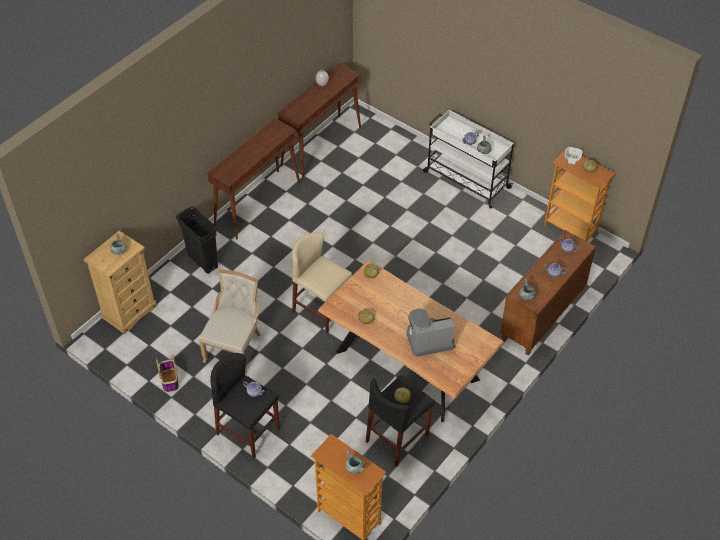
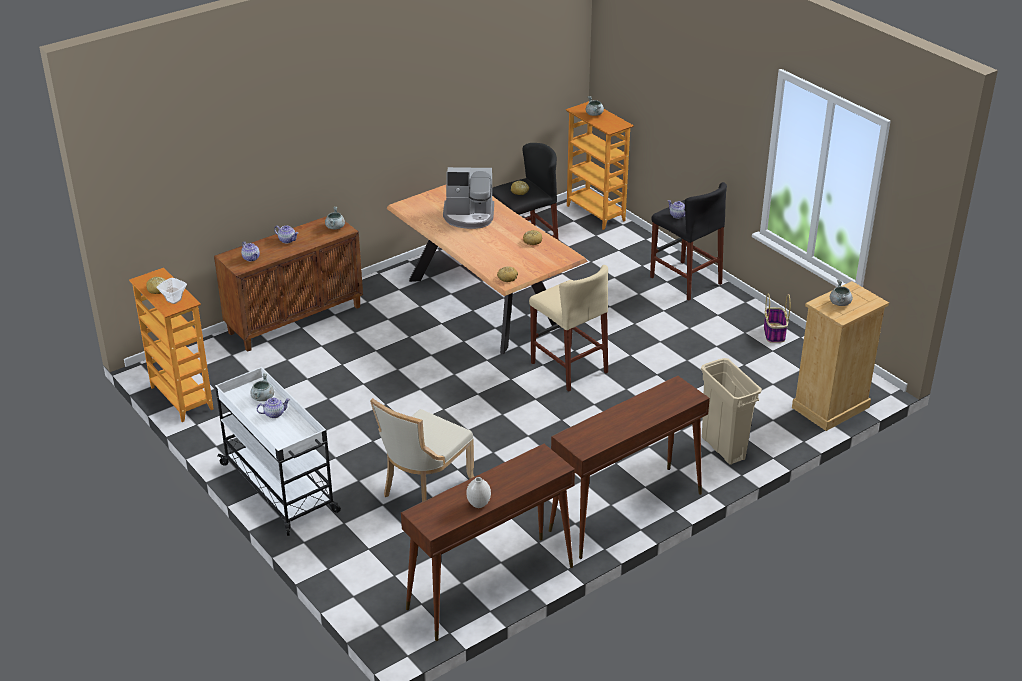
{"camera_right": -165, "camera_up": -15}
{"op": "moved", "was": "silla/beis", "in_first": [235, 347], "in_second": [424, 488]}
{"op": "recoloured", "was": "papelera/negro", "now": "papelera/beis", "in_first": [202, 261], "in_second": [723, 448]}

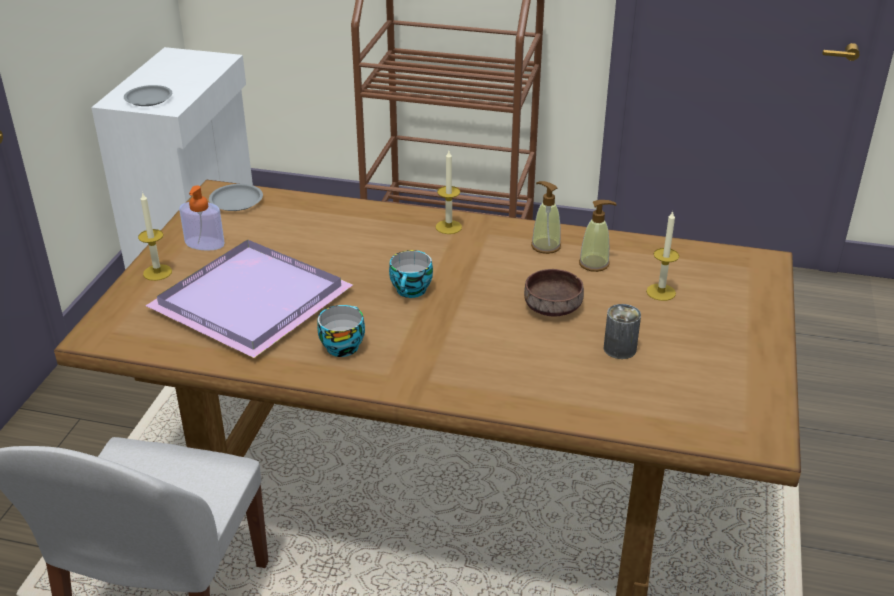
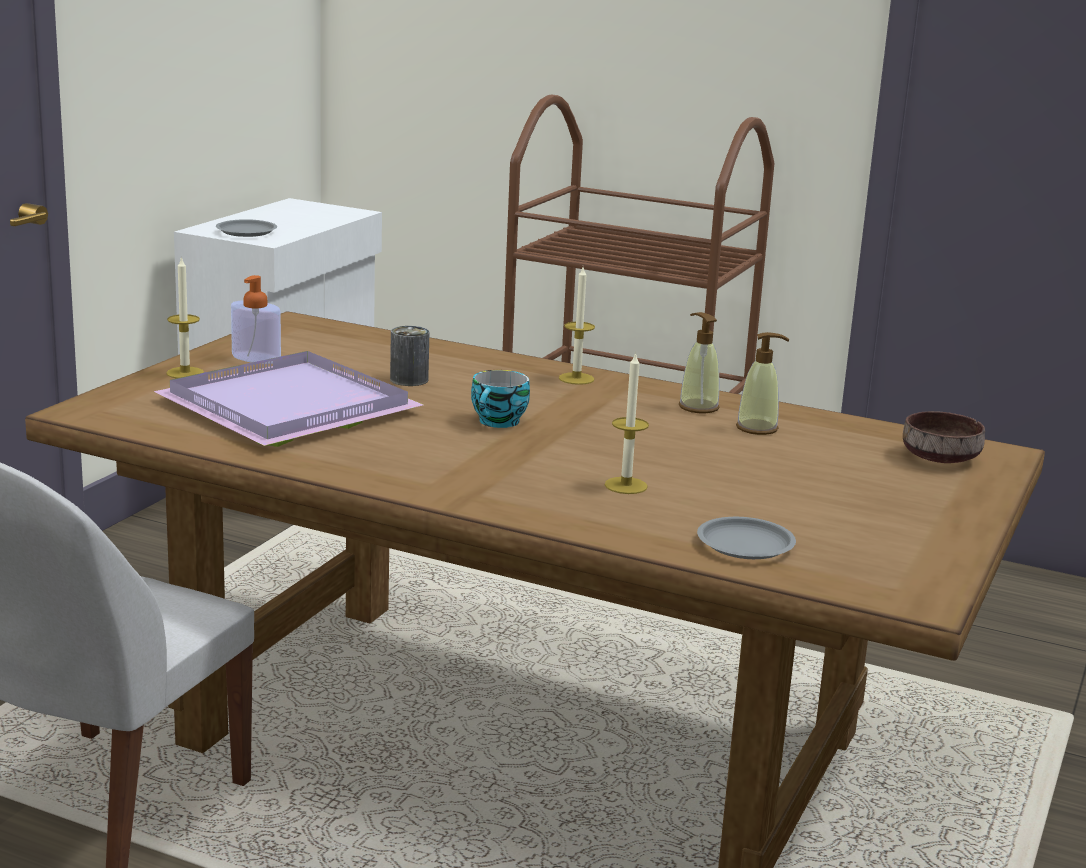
{"camera_right": 10, "camera_up": -15}
{"op": "moved", "was": "lata", "in_first": [619, 349], "in_second": [409, 380]}
{"op": "moved", "was": "vela", "in_first": [661, 292], "in_second": [626, 485]}
{"op": "moved", "was": "plato/gris", "in_first": [236, 201], "in_second": [744, 545]}
{"op": "moved", "was": "cuenco/marrón", "in_first": [551, 307], "in_second": [938, 457]}
{"op": "removed", "was": "taza", "in_first": [342, 345]}

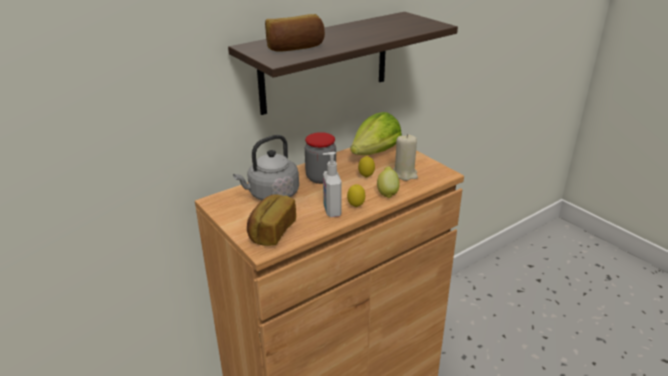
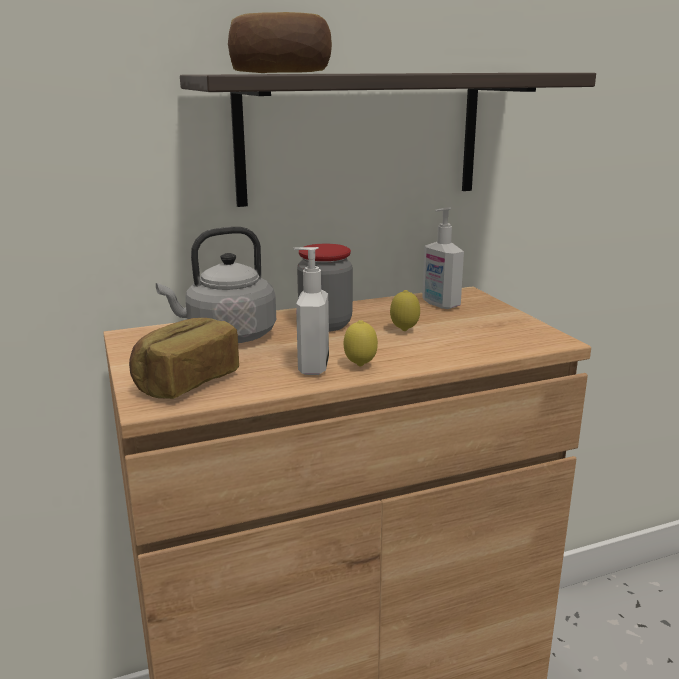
{"camera_right": 15, "camera_up": -10}
{"op": "replaced", "was": "lechuga", "now": "dispensador de jabón", "in_first": [375, 153], "in_second": [440, 304]}
{"op": "removed", "was": "limón", "in_first": [387, 193]}
{"op": "removed", "was": "vela/beis", "in_first": [405, 174]}

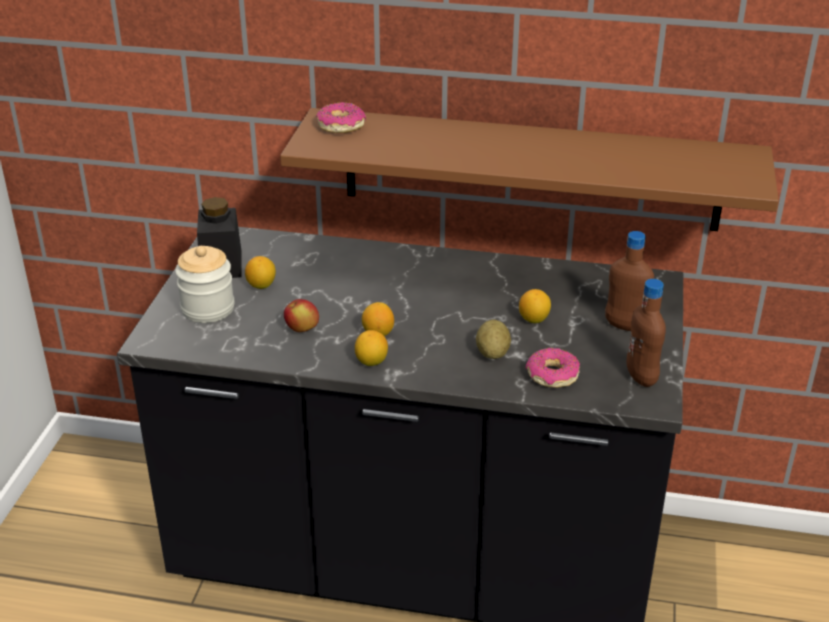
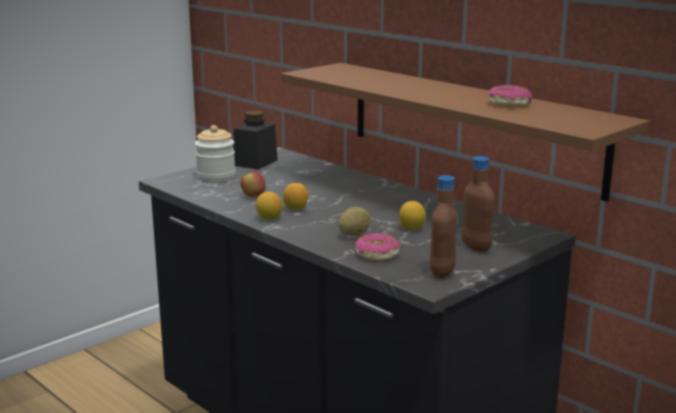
{"camera_right": 35, "camera_up": -15}
{"op": "moved", "was": "rosquilla", "in_first": [341, 126], "in_second": [508, 104]}
{"op": "removed", "was": "limón", "in_first": [261, 285]}

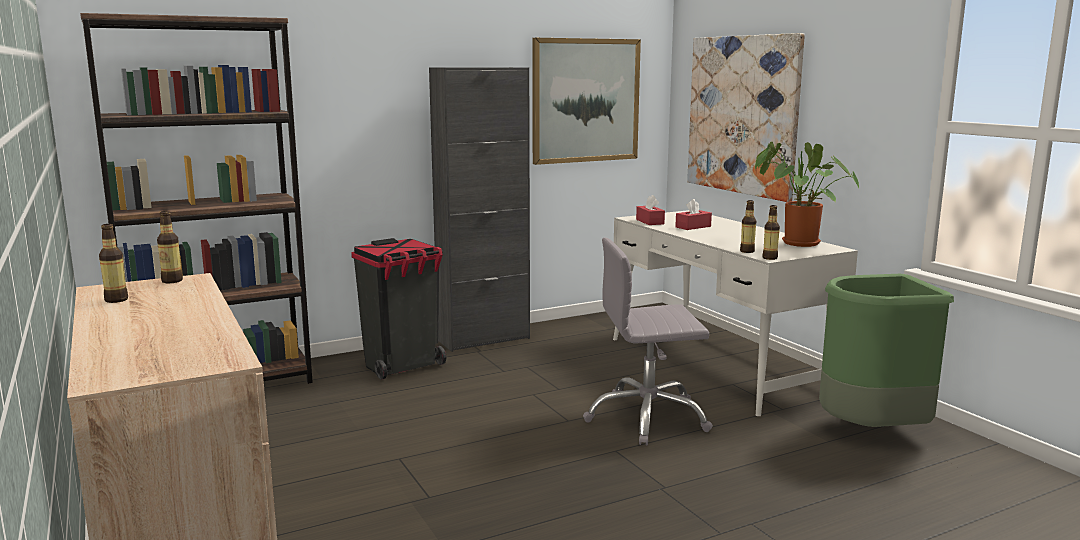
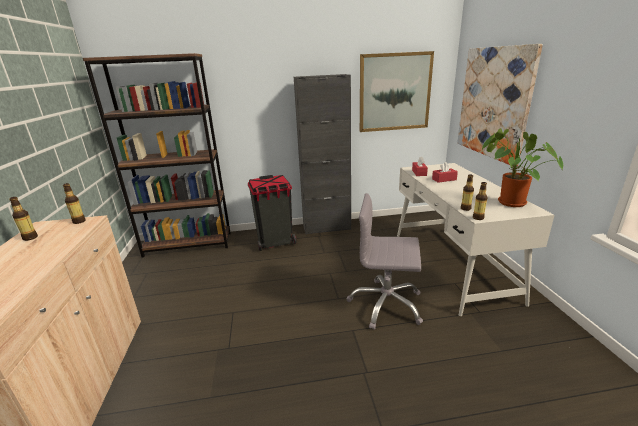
{"camera_right": 20, "camera_up": 10}
{"op": "removed", "was": "papelera/verde", "in_first": [872, 431]}

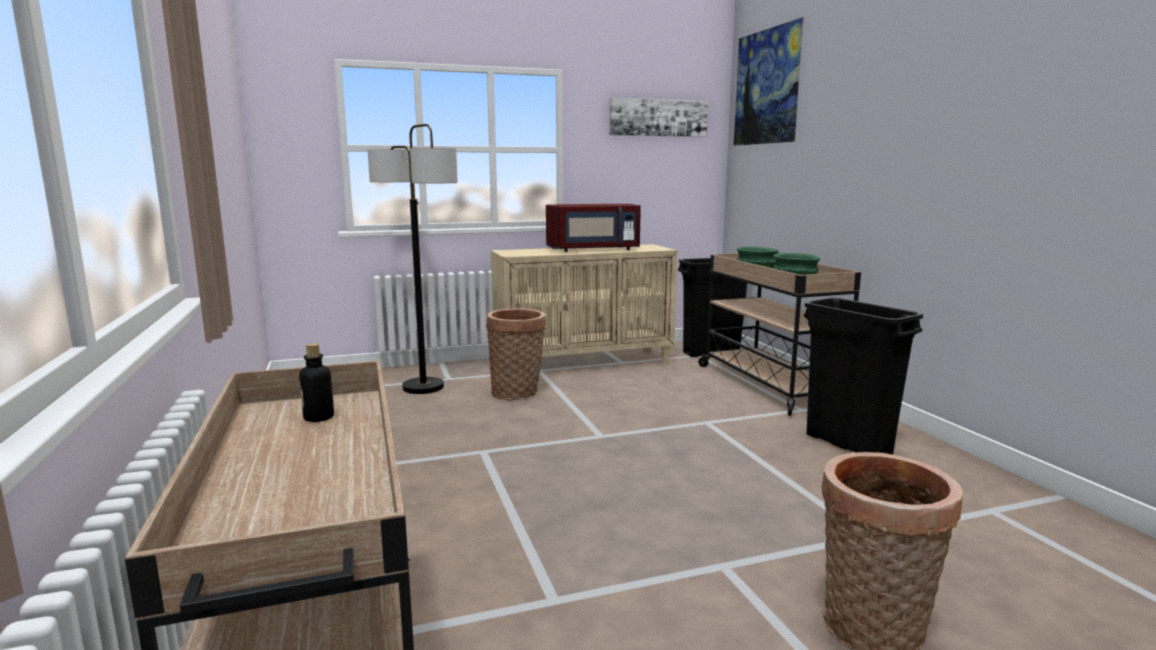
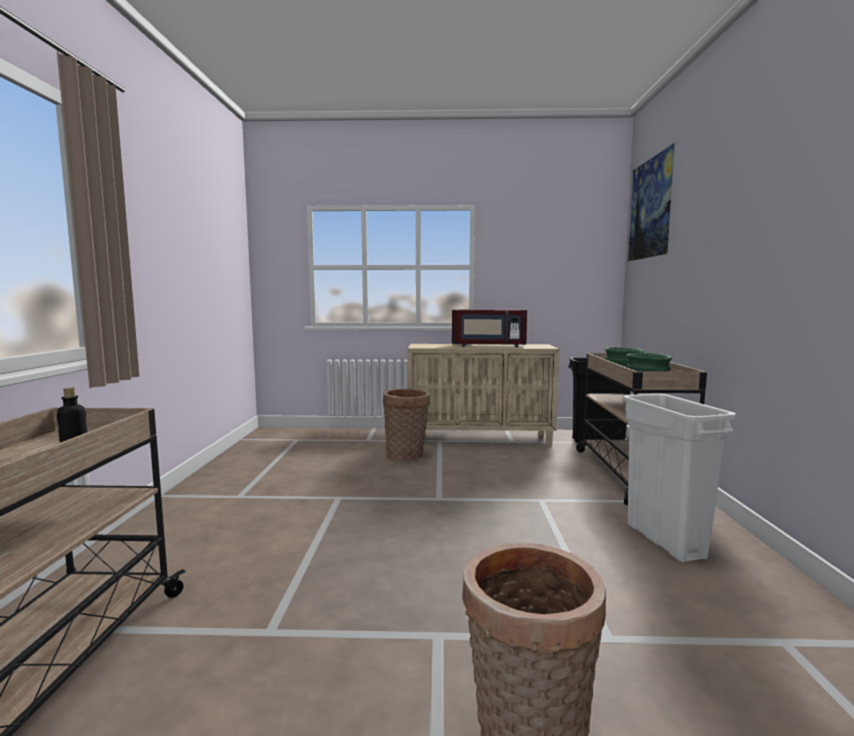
{"camera_right": 20, "camera_up": -5}
{"op": "recoloured", "was": "papelera/negro", "now": "papelera/blanco", "in_first": [847, 444], "in_second": [664, 541]}
{"op": "removed", "was": "lámpara de pie", "in_first": [423, 387]}
{"op": "removed", "was": "cuadro", "in_first": [658, 118]}

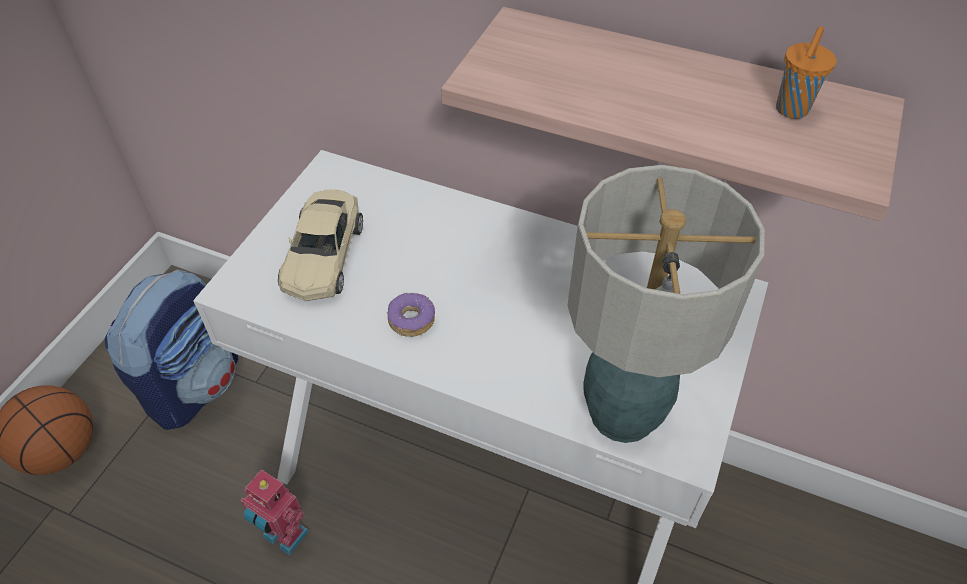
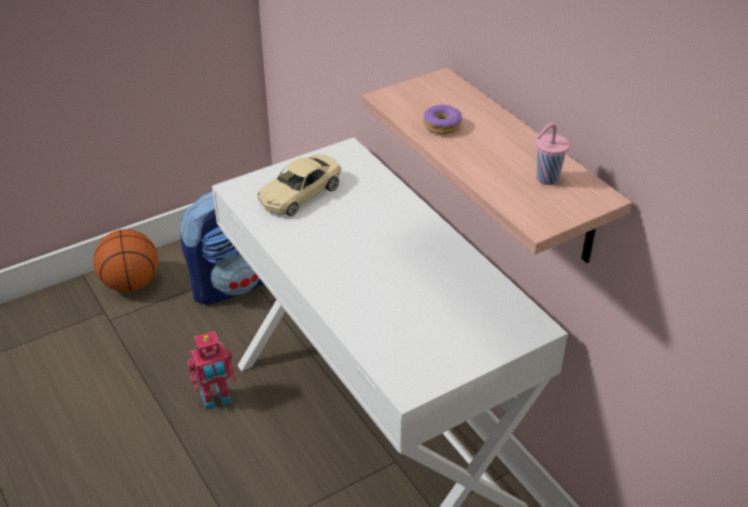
{"camera_right": 35, "camera_up": -10}
{"op": "turned", "was": "robot de juguete", "in_first": [284, 536], "in_second": [216, 399], "clockwise": -90}
{"op": "moved", "was": "rosquilla", "in_first": [411, 320], "in_second": [442, 125]}
{"op": "recoloured", "was": "taza/naranja", "now": "taza/rosa", "in_first": [791, 110], "in_second": [546, 179]}
{"op": "removed", "was": "lámpara de mesa", "in_first": [624, 415]}

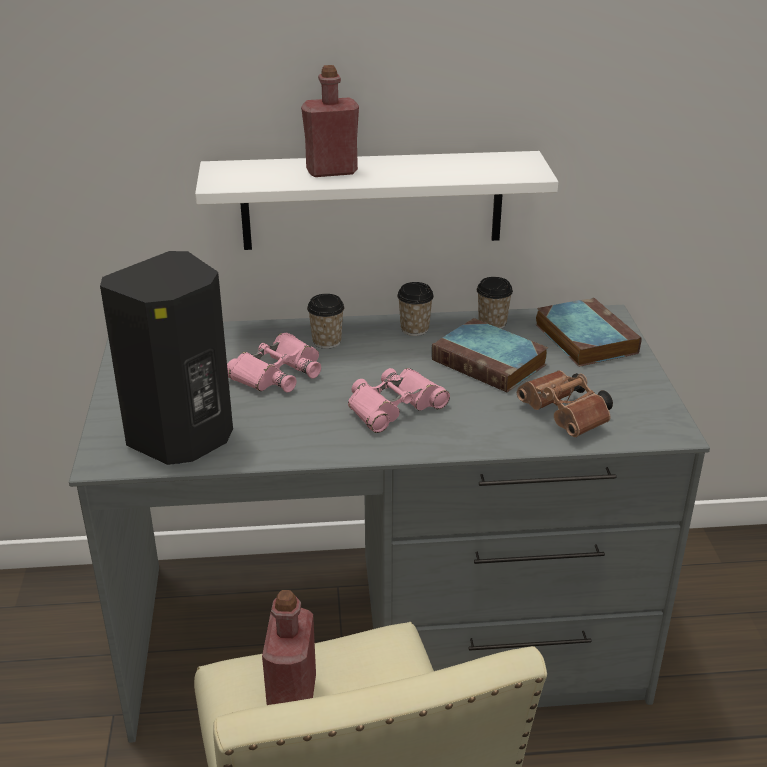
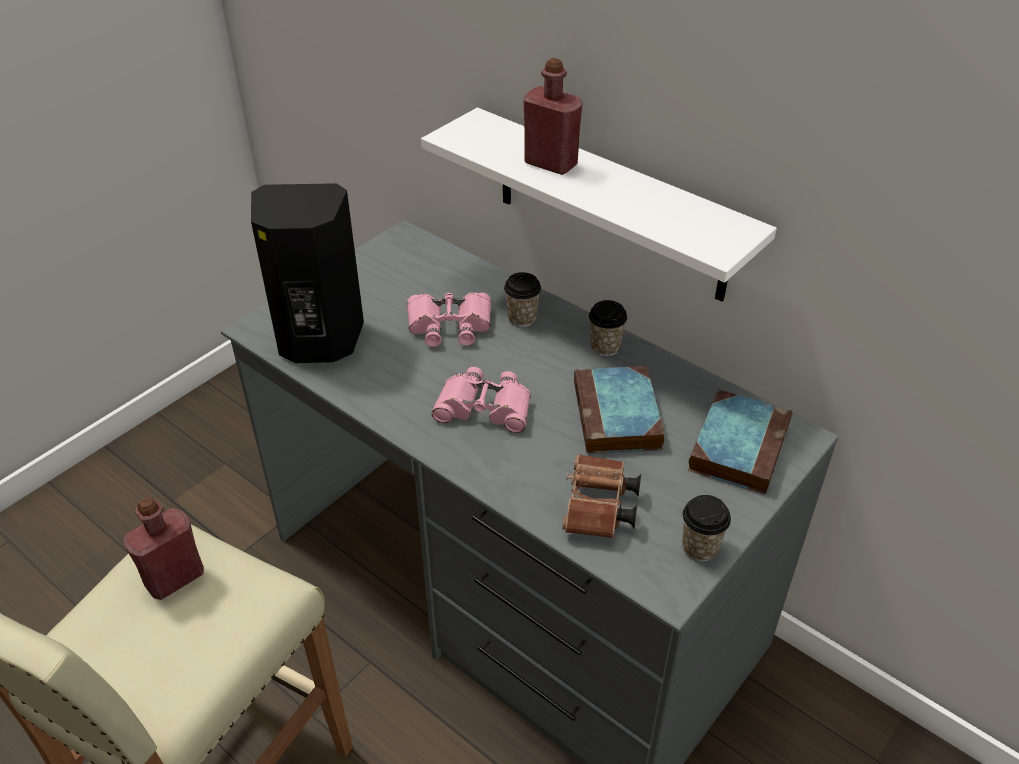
{"camera_right": 45, "camera_up": 10}
{"op": "moved", "was": "taza", "in_first": [492, 323], "in_second": [700, 547]}

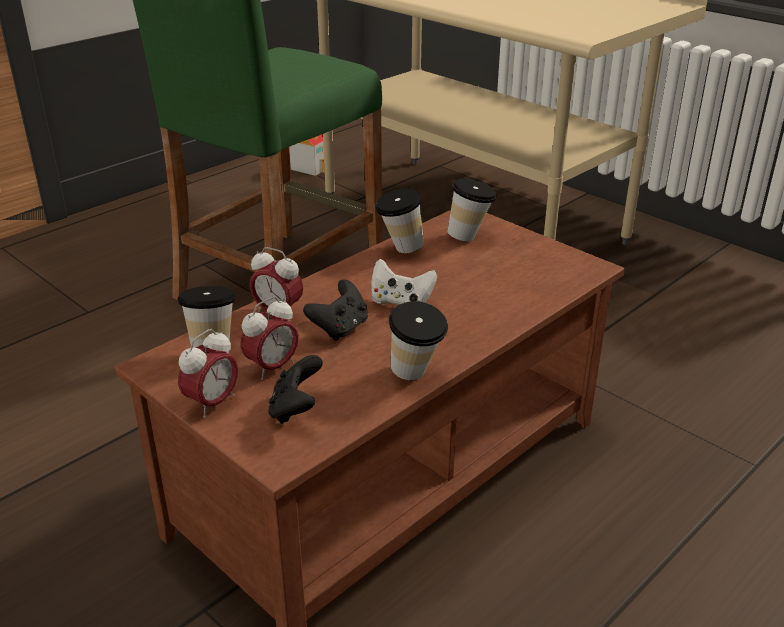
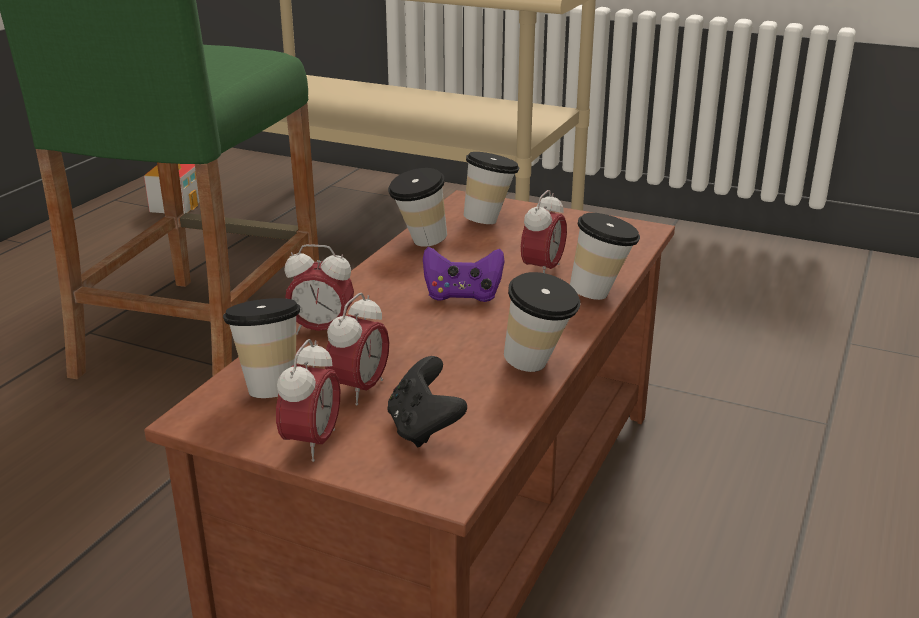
{"camera_right": -20, "camera_up": -5}
{"op": "recoloured", "was": "mando de consola/blanco", "now": "mando de consola/morado", "in_first": [401, 302], "in_second": [462, 295]}
{"op": "added", "now": "despertador", "in_second": [542, 271]}
{"op": "added", "now": "taza", "in_second": [601, 294]}
{"op": "removed", "was": "mando de consola/negro", "in_first": [340, 328]}

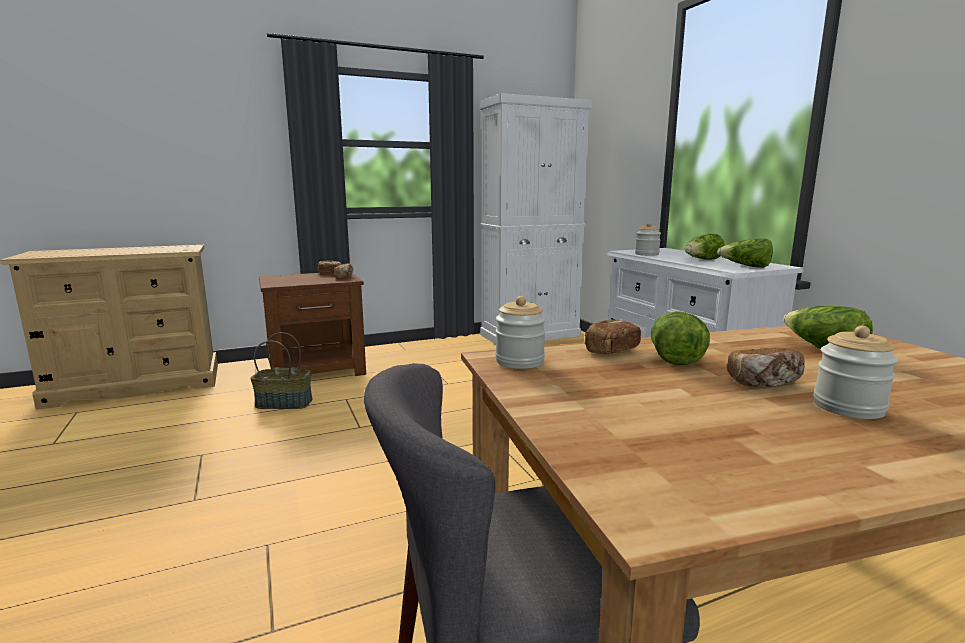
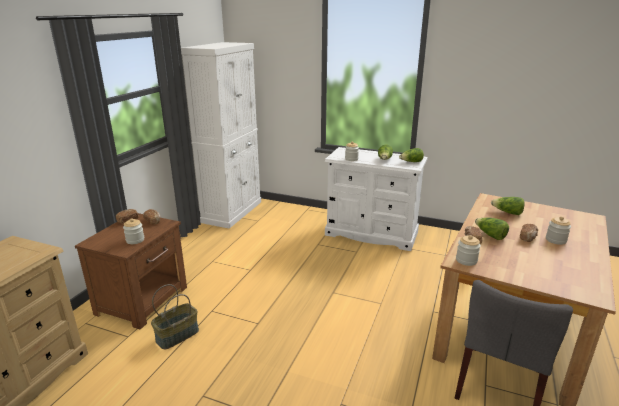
{"camera_right": -45, "camera_up": 10}
{"op": "added", "now": "tarro", "in_second": [135, 240]}

